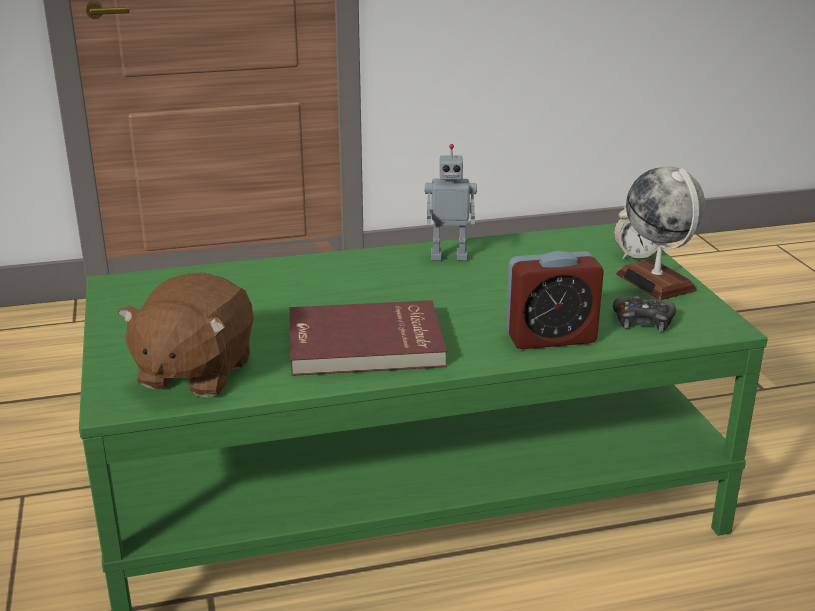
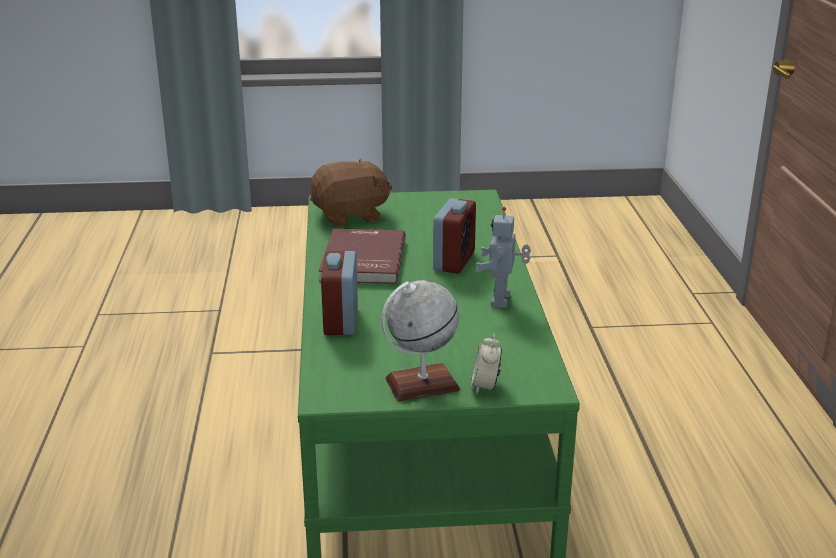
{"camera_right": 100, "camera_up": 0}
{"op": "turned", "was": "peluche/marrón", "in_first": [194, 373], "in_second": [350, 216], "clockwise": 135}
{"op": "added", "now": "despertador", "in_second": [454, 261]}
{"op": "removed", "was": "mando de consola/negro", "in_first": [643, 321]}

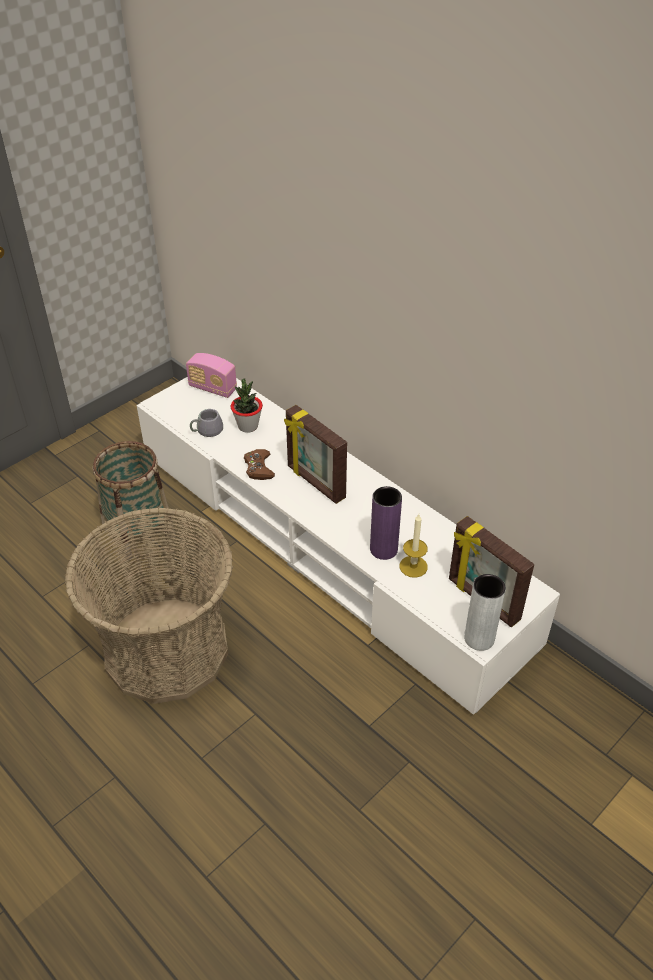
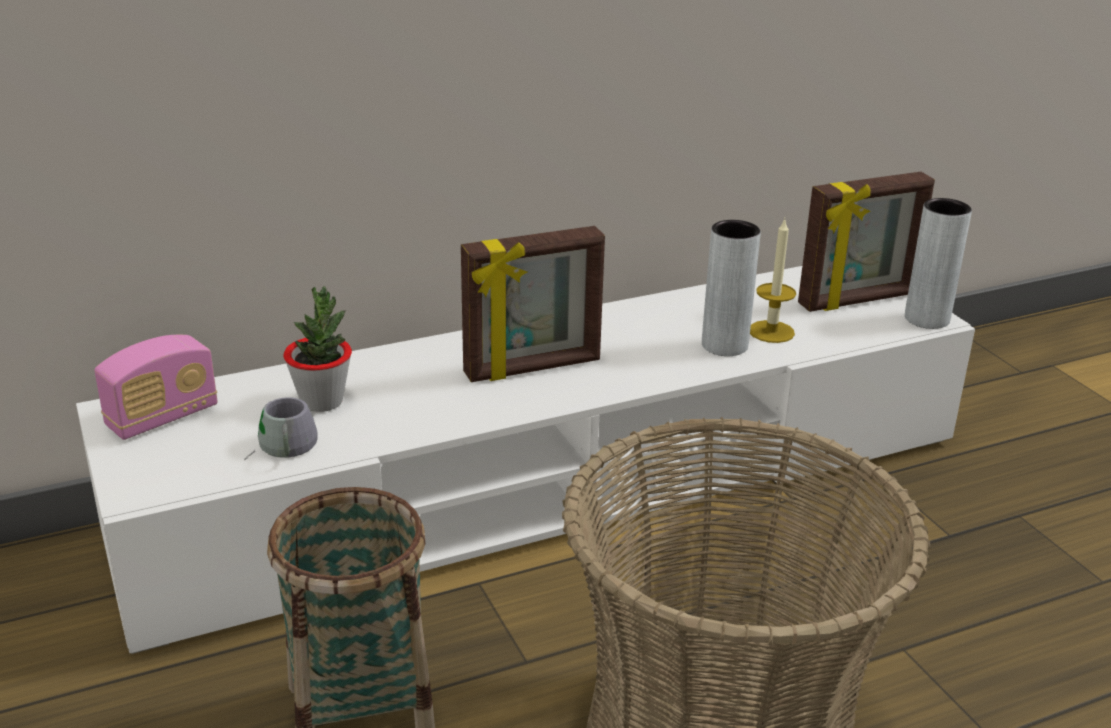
{"camera_right": -70, "camera_up": -15}
{"op": "recoloured", "was": "florero/morado", "now": "florero/gris", "in_first": [383, 549], "in_second": [724, 345]}
{"op": "removed", "was": "mando de consola/marrón", "in_first": [259, 468]}

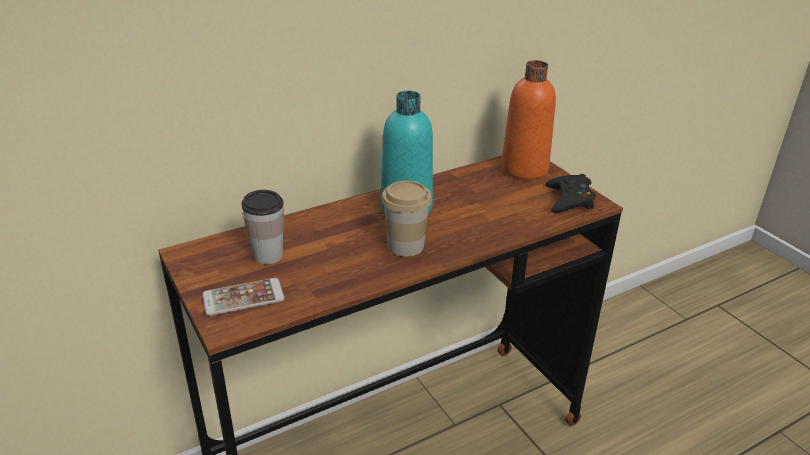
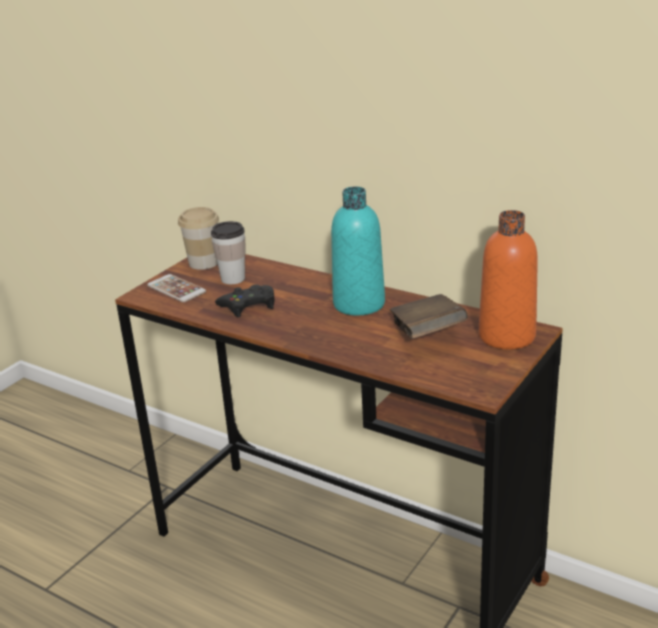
{"camera_right": 65, "camera_up": -5}
{"op": "moved", "was": "taza", "in_first": [405, 246], "in_second": [204, 263]}
{"op": "moved", "was": "mando de consola/negro", "in_first": [569, 199], "in_second": [248, 306]}
{"op": "added", "now": "libro/marrón", "in_second": [427, 335]}

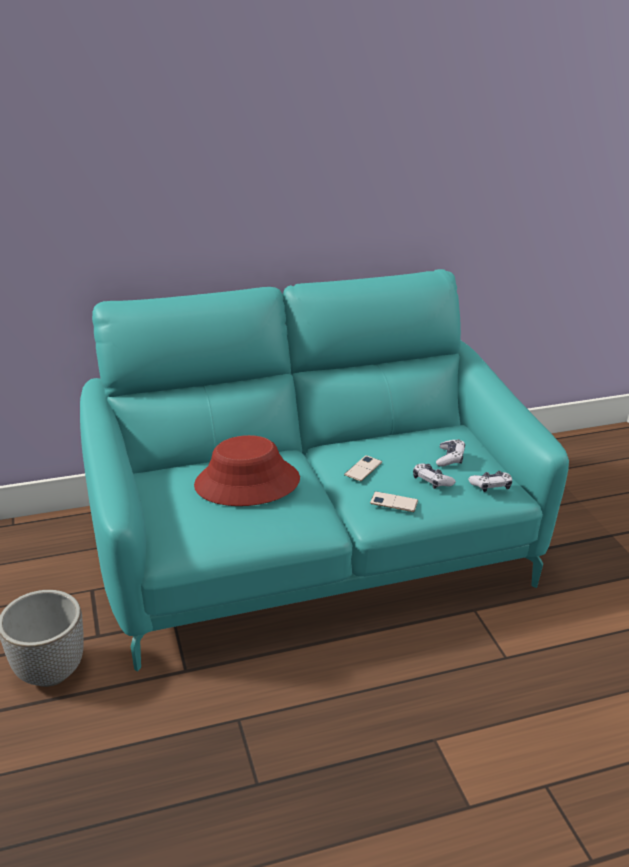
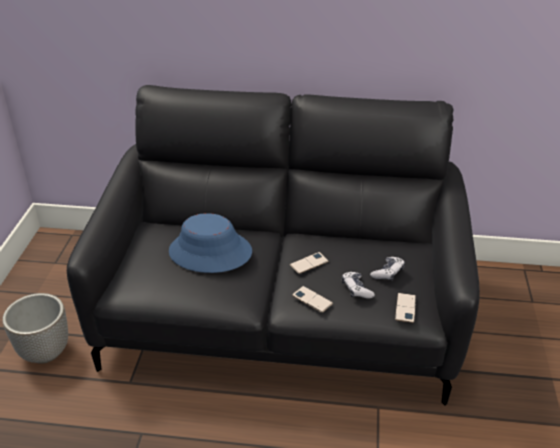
{"camera_right": 25, "camera_up": 5}
{"op": "recoloured", "was": "sofá/turquesa", "now": "sofá/negro", "in_first": [311, 548], "in_second": [280, 314]}
{"op": "recoloured", "was": "sombrero/rojo", "now": "sombrero/azul", "in_first": [247, 483], "in_second": [210, 252]}
{"op": "replaced", "was": "mando de consola", "now": "móvil", "in_first": [491, 486], "in_second": [405, 308]}

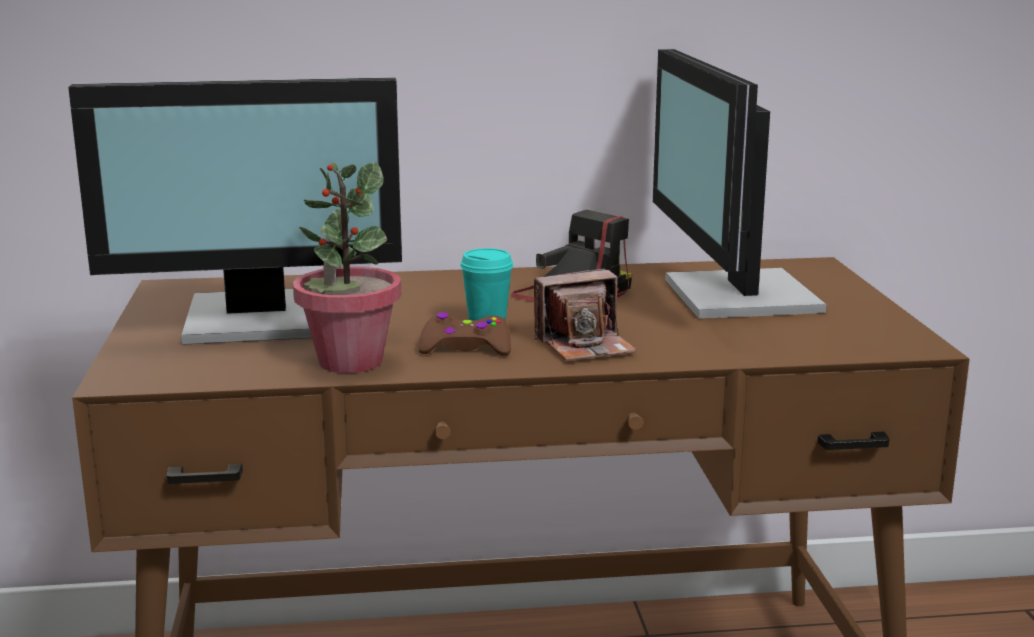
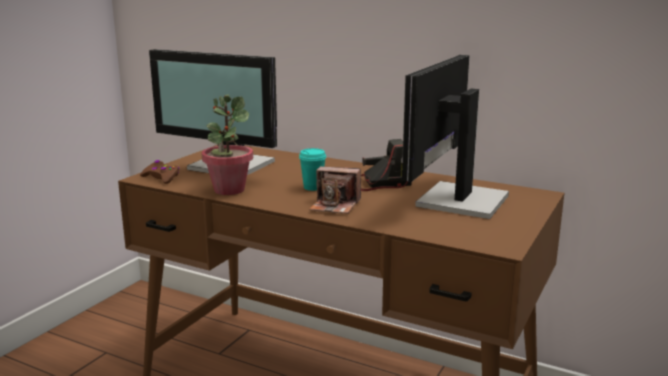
{"camera_right": 35, "camera_up": 0}
{"op": "moved", "was": "mando de consola/marrón", "in_first": [465, 348], "in_second": [161, 178]}

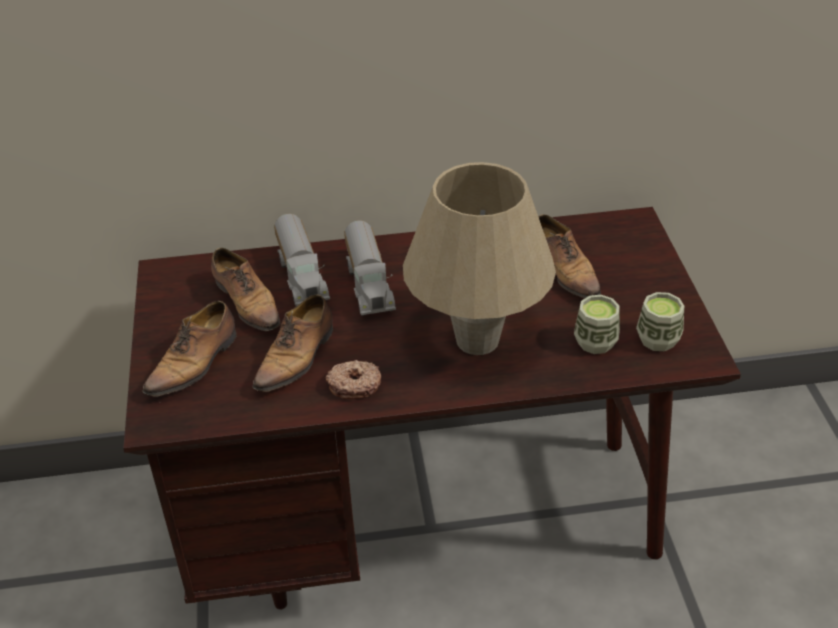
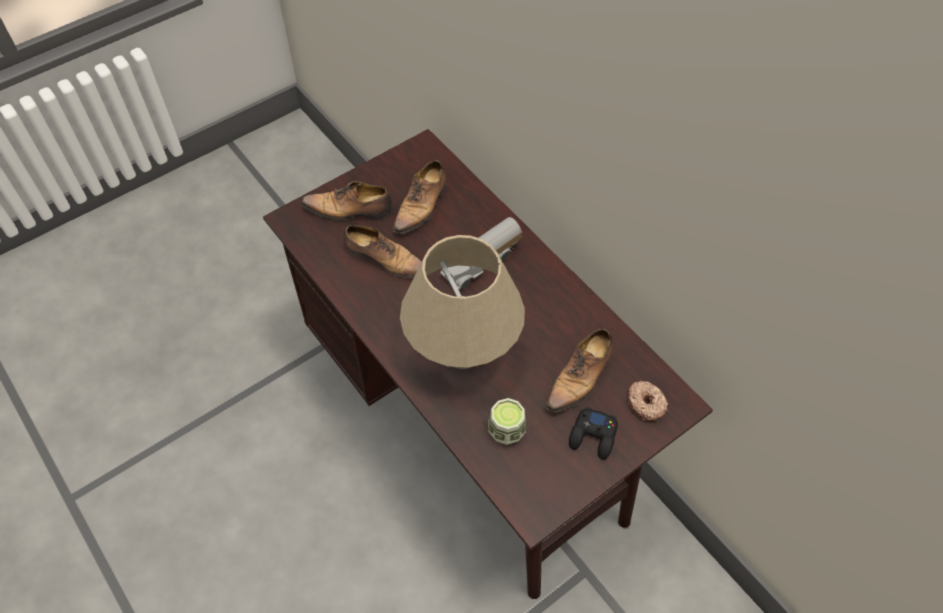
{"camera_right": 60, "camera_up": 15}
{"op": "turned", "was": "zapato", "in_first": [297, 357], "in_second": [385, 259], "clockwise": -150}
{"op": "added", "now": "mando de consola/negro", "in_second": [593, 436]}
{"op": "moved", "was": "rosquilla", "in_first": [354, 385], "in_second": [646, 404]}
{"op": "removed", "was": "camión de juguete", "in_first": [303, 277]}
{"op": "removed", "was": "taza", "in_first": [658, 339]}

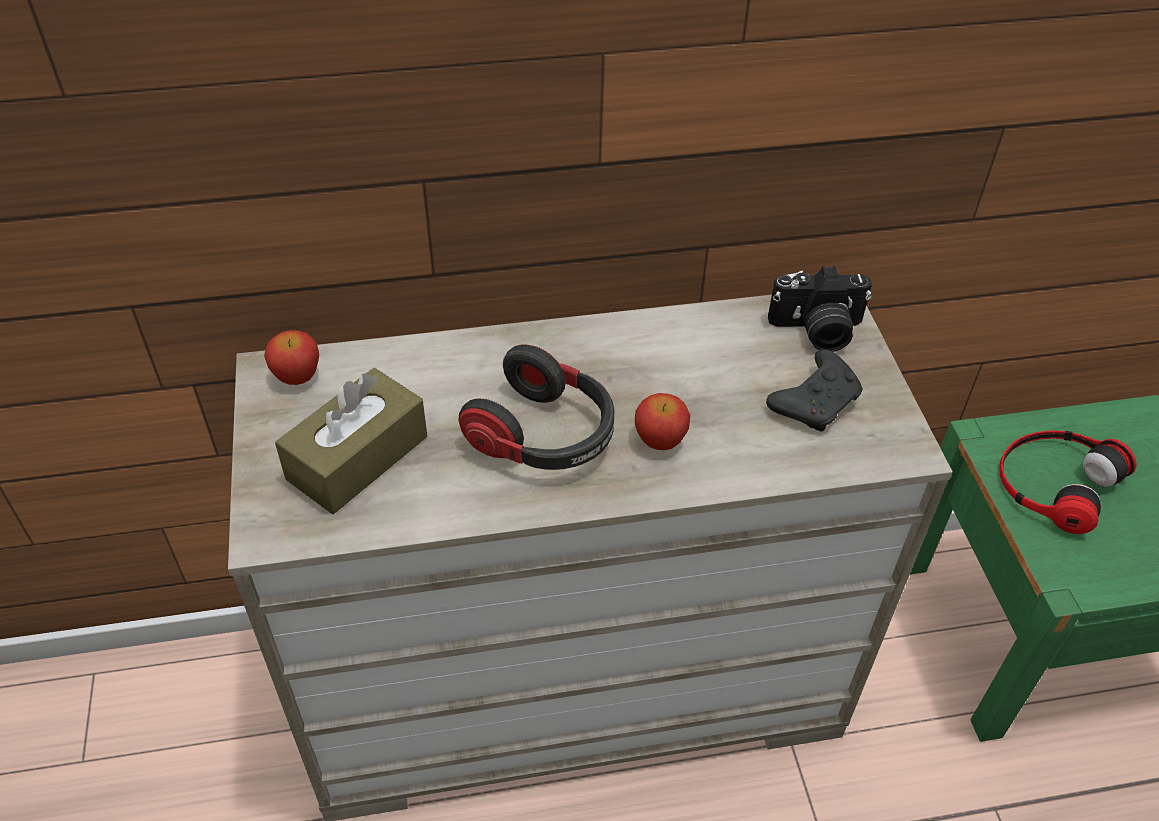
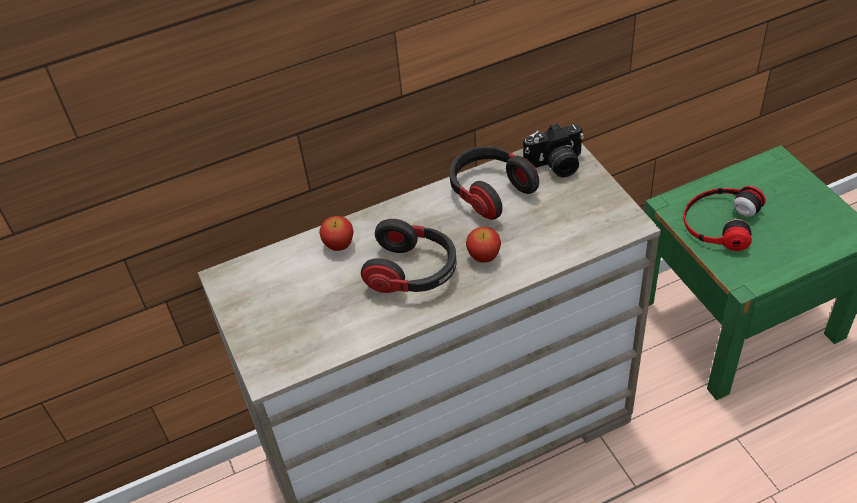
{"camera_right": -10, "camera_up": 0}
{"op": "moved", "was": "manzana", "in_first": [297, 376], "in_second": [339, 245]}
{"op": "added", "now": "auriculares", "in_second": [489, 192]}
{"op": "removed", "was": "caja de pañuelos/marrón", "in_first": [357, 458]}
{"op": "removed", "was": "mando de consola/negro", "in_first": [816, 401]}

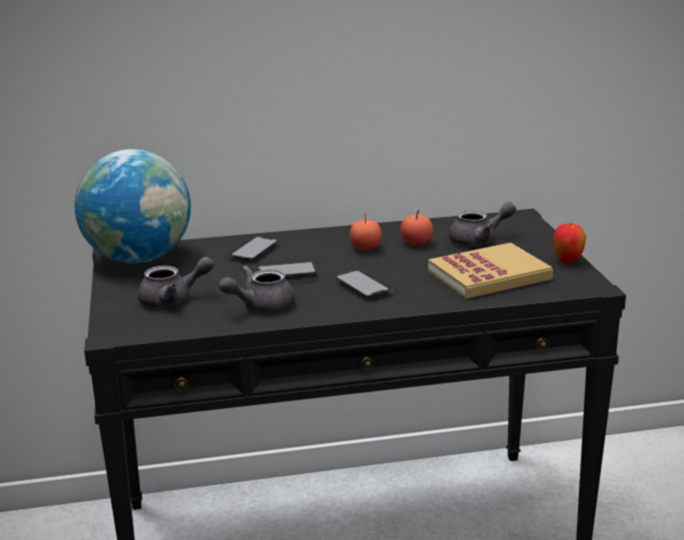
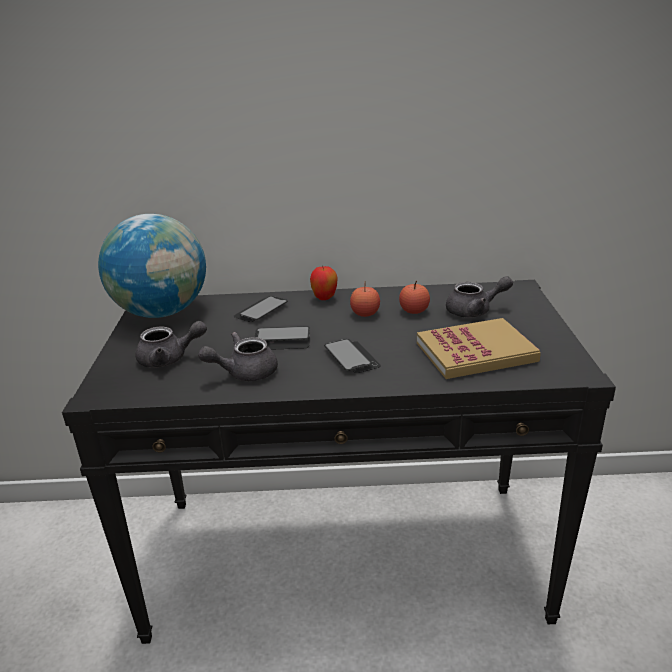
{"camera_right": 10, "camera_up": 5}
{"op": "moved", "was": "manzana", "in_first": [567, 261], "in_second": [324, 298]}

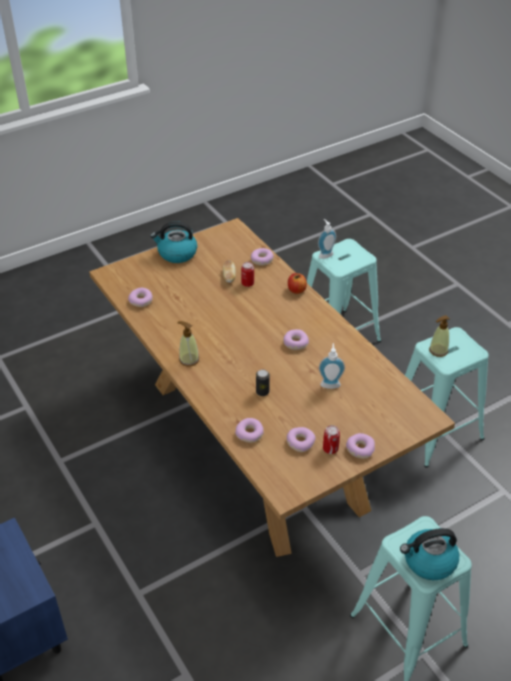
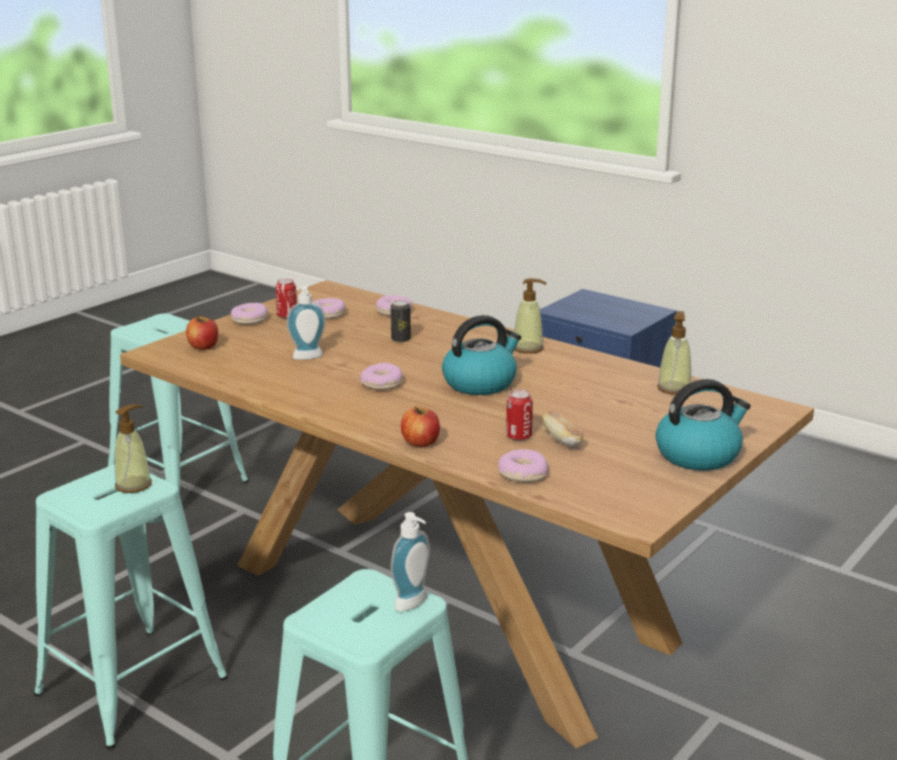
{"camera_right": 160, "camera_up": -20}
{"op": "added", "now": "manzana", "in_second": [203, 347]}
{"op": "moved", "was": "hervidor", "in_first": [428, 561], "in_second": [480, 383]}
{"op": "replaced", "was": "rosquilla", "now": "dispensador de jabón", "in_first": [141, 301], "in_second": [674, 388]}

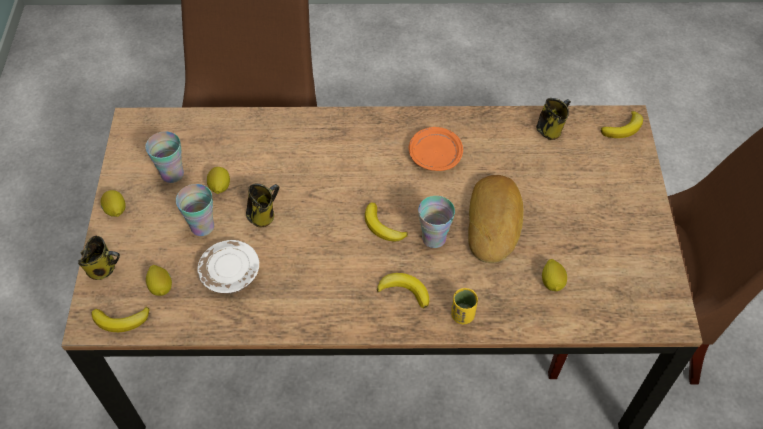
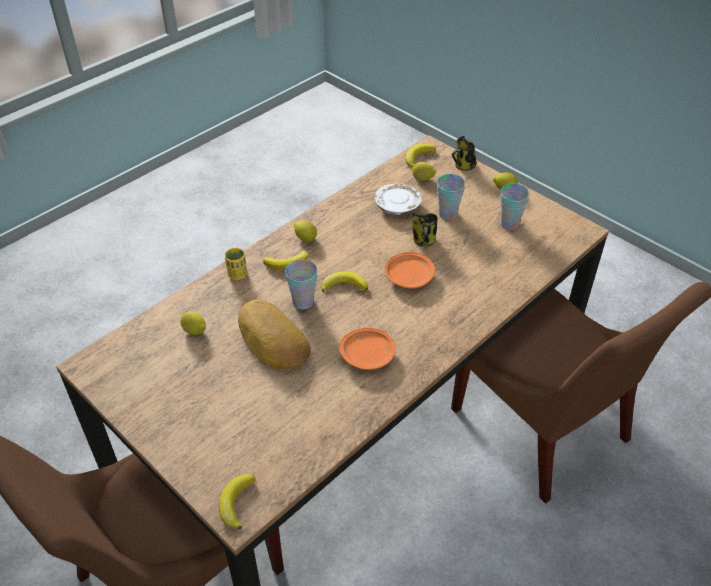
{"camera_right": 135, "camera_up": -10}
{"op": "moved", "was": "limón", "in_first": [219, 187], "in_second": [306, 238]}
{"op": "added", "now": "plato/naranja", "in_second": [409, 276]}
{"op": "removed", "was": "taza grande", "in_first": [550, 129]}

